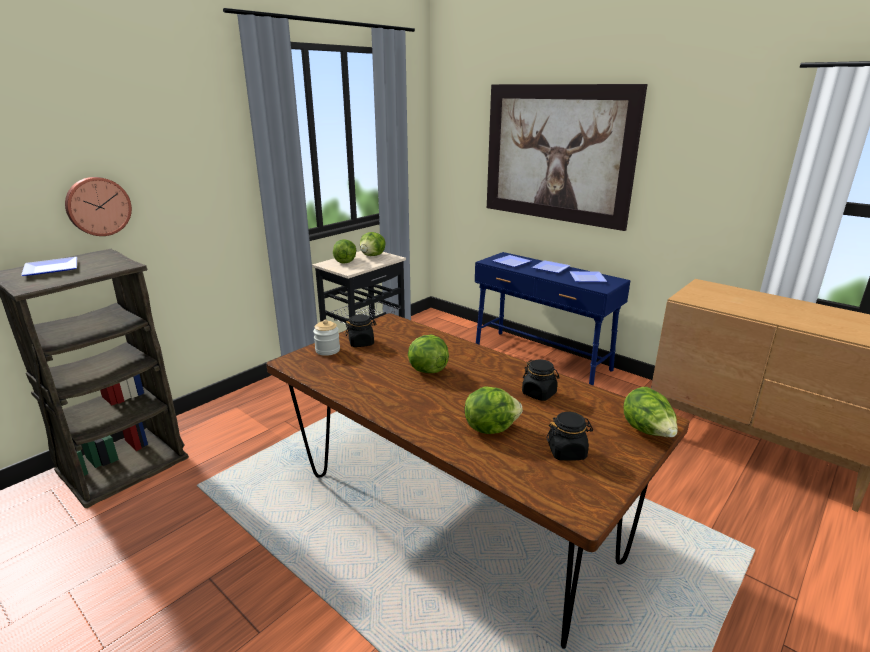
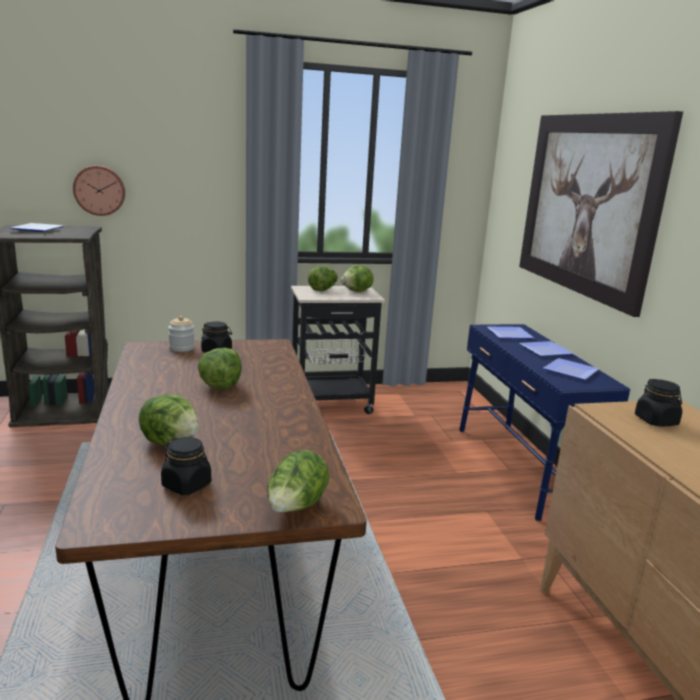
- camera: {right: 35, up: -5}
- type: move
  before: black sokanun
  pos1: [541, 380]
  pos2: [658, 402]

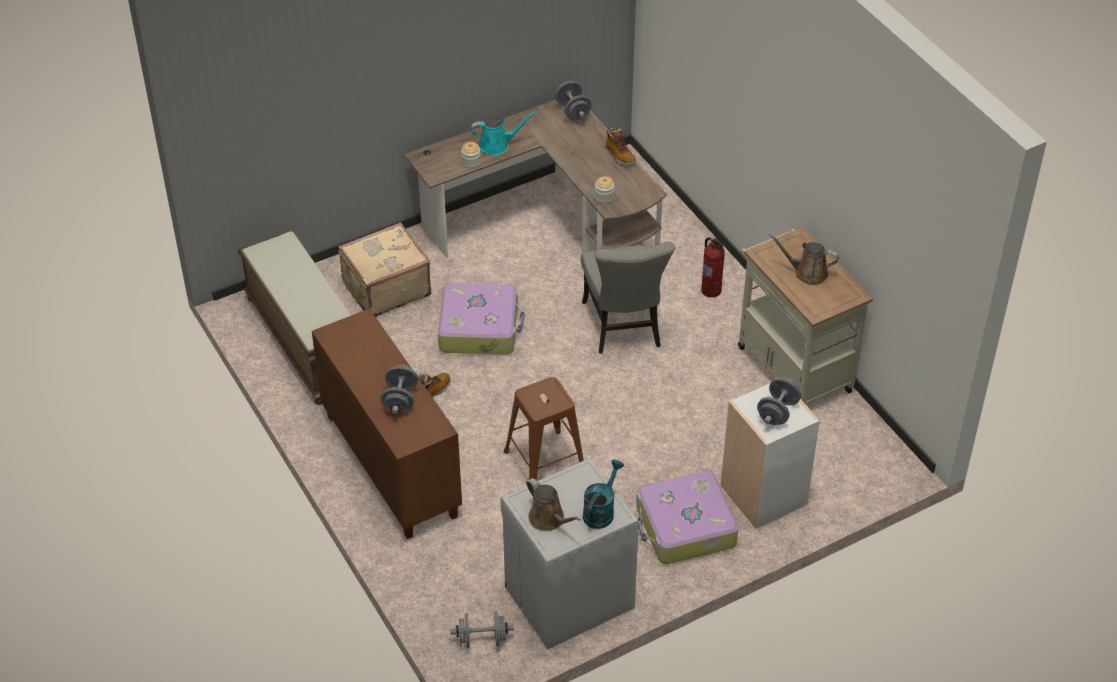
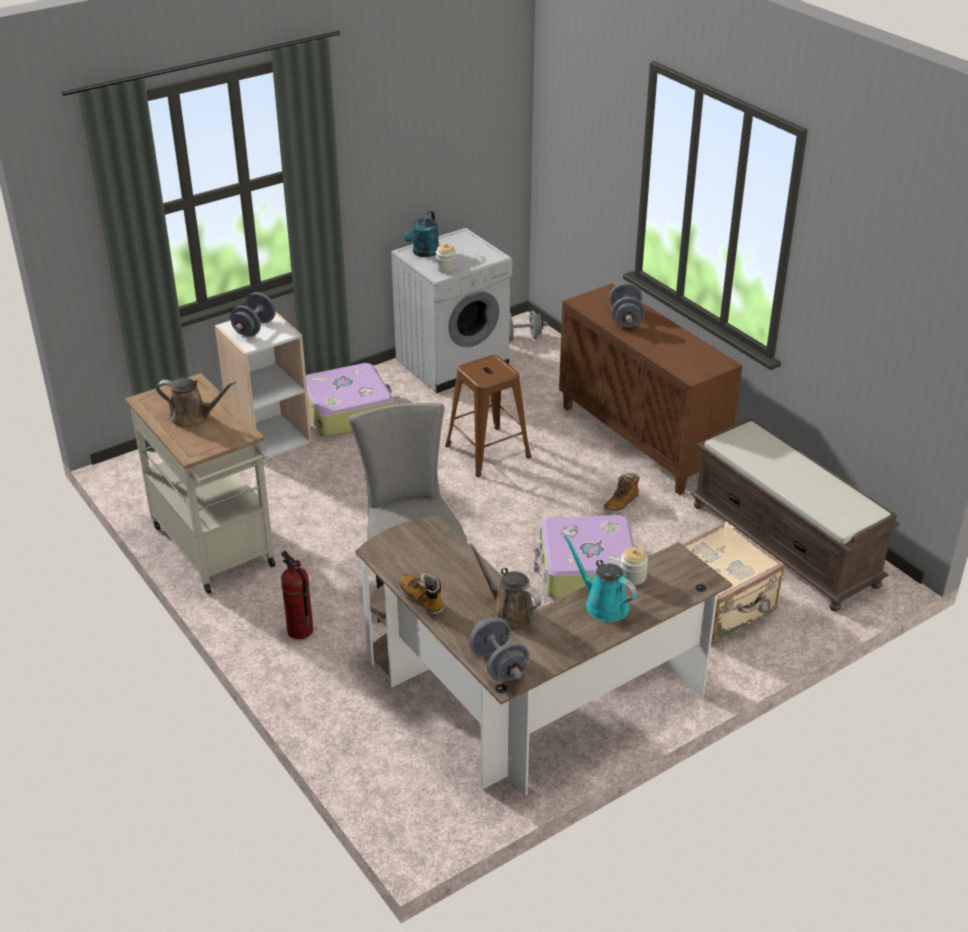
- camera: {right: 175, up: -10}
- type: move
  before: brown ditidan
  pos1: [553, 504]
  pos2: [505, 586]
- type: move
  before: sokanun
  pos1: [604, 190]
  pos2: [446, 258]
- type: rotate
  before: turquoise ditidan
  pos1: [503, 133]
  pos2: [600, 578]
  turn: 60

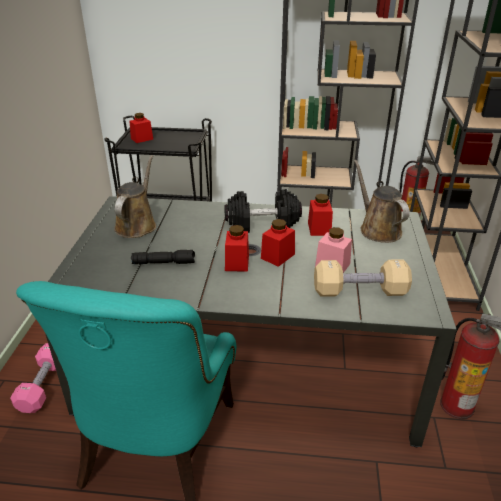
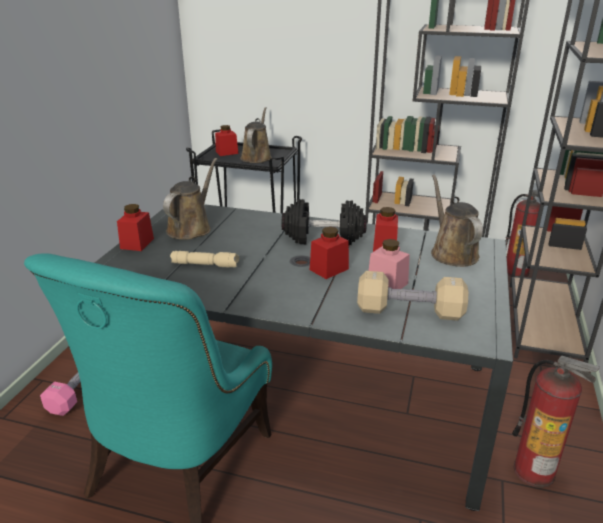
- camera: {right: 10, up: -5}
- type: insert
  after: brown ditidan
  pos2: [256, 135]
- type: move
  before: red sokanun
  pos1: [237, 248]
  pos2: [135, 227]
- type: recolor
  before: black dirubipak
  after: beige dirubipak
  pos1: [163, 257]
  pos2: [204, 259]

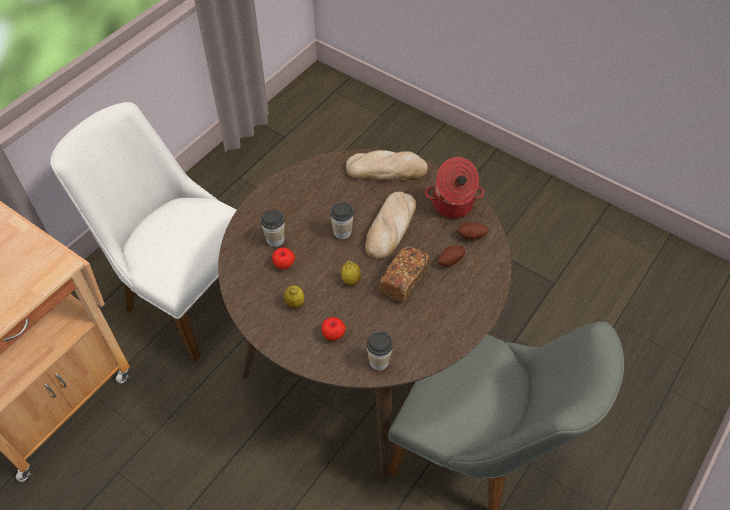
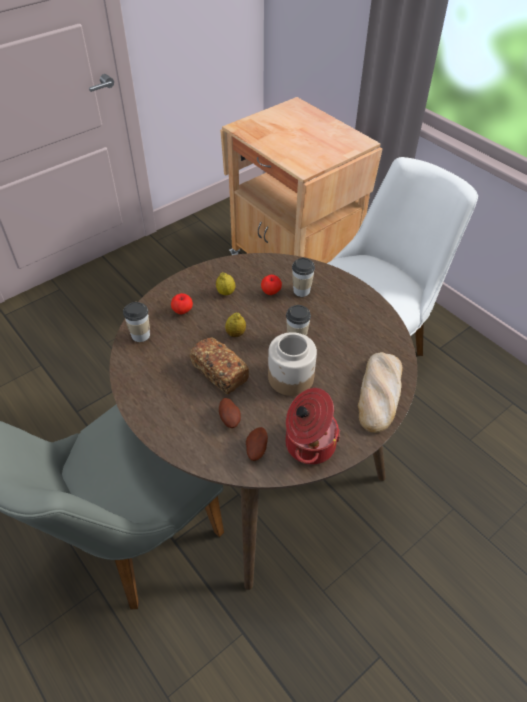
- camera: {right: 105, up: -5}
- type: replace
  before: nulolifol
  after: sokanun
  pos1: [390, 225]
  pos2: [292, 364]

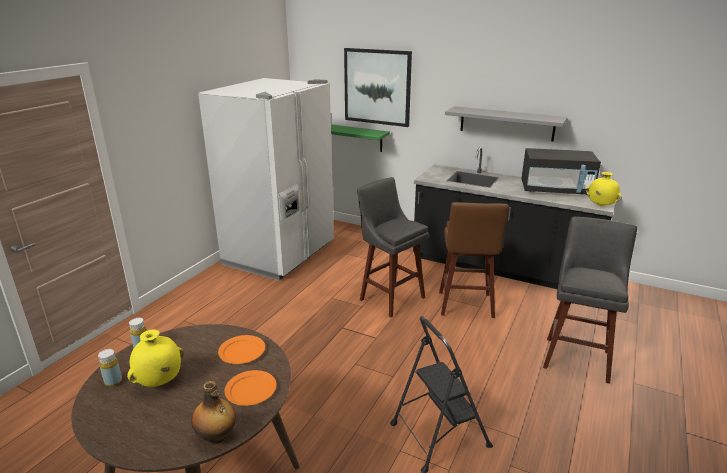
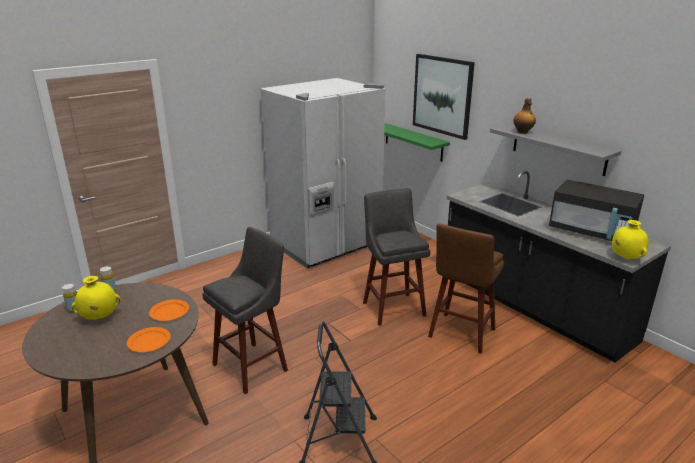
- camera: {right: 25, up: 0}
- type: move
  before: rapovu
  pos1: [213, 412]
  pos2: [524, 116]
- type: move
  before: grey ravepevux
  pos1: [590, 300]
  pos2: [245, 310]

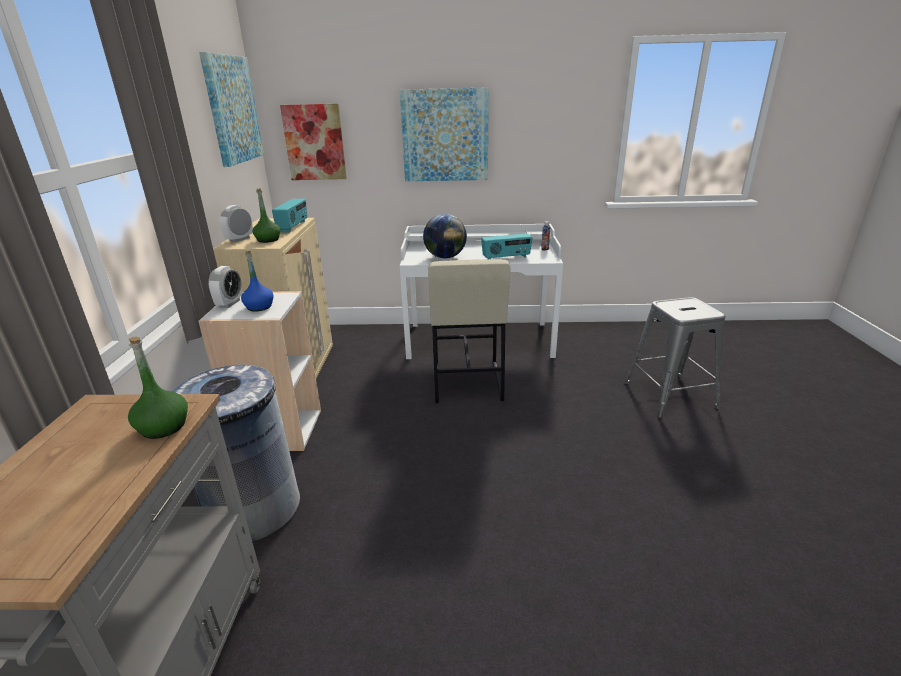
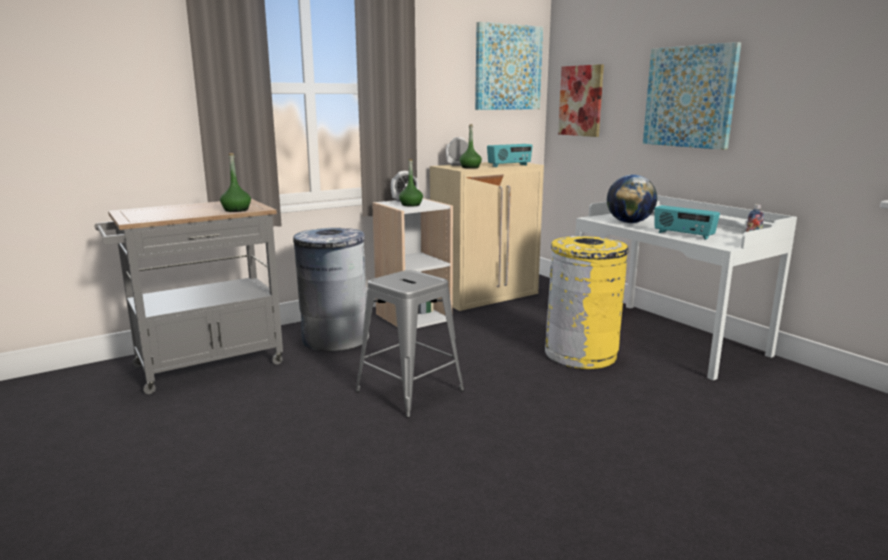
- camera: {right: 55, up: -10}
- type: move
  before: grey ravepevux
  pos1: [675, 357]
  pos2: [410, 344]
- type: replace
  before: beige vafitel
  after: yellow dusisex
  pos1: [469, 331]
  pos2: [586, 302]
- type: recolor
  before: blue rapovu
  after: green rapovu
  pos1: [257, 281]
  pos2: [411, 183]

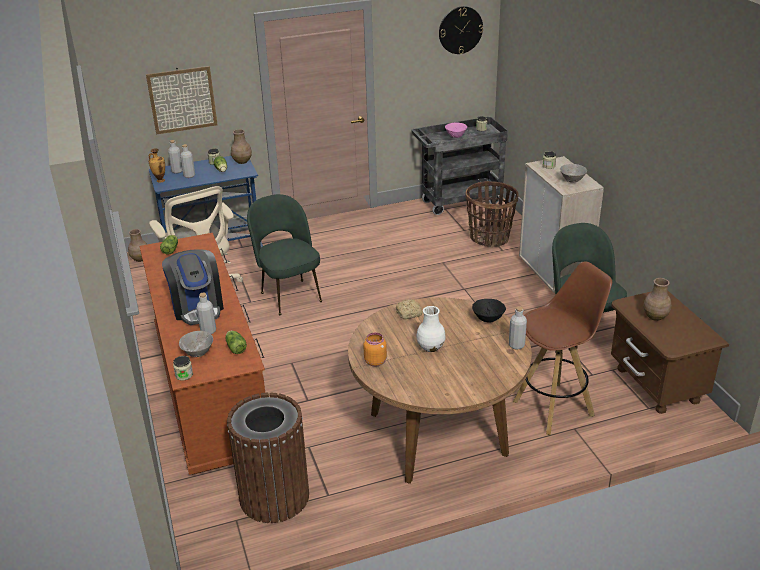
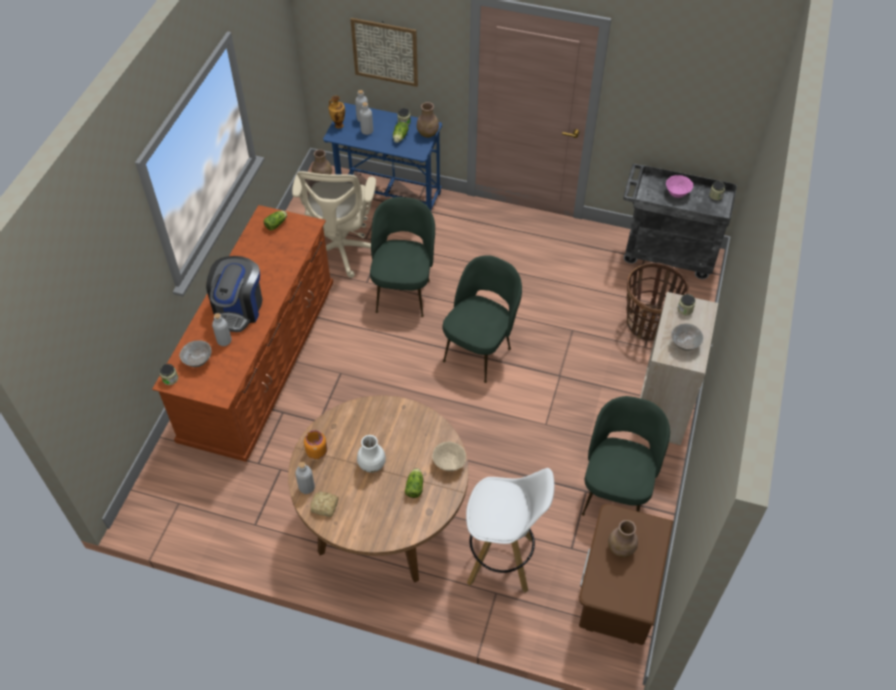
- camera: {right: 35, up: 20}
- type: delete
  before: brown dusisex
  pos1: [268, 457]
- type: delete
  before: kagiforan
  pos1: [461, 30]
- type: insert
  after: green vafitel
  pos2: [482, 319]
- type: move
  before: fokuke
  pos1: [236, 342]
  pos2: [414, 483]
- type: move
  before: nulolifol
  pos1: [409, 309]
  pos2: [324, 504]
- type: move
  before: grey rapovu
  pos1: [518, 328]
  pos2: [305, 478]
- type: recolor
  before: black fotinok
  after: beige fotinok
  pos1: [489, 311]
  pos2: [449, 456]
- type: recolor
  before: brown ravepevux
  after: white ravepevux
  pos1: [562, 348]
  pos2: [510, 530]

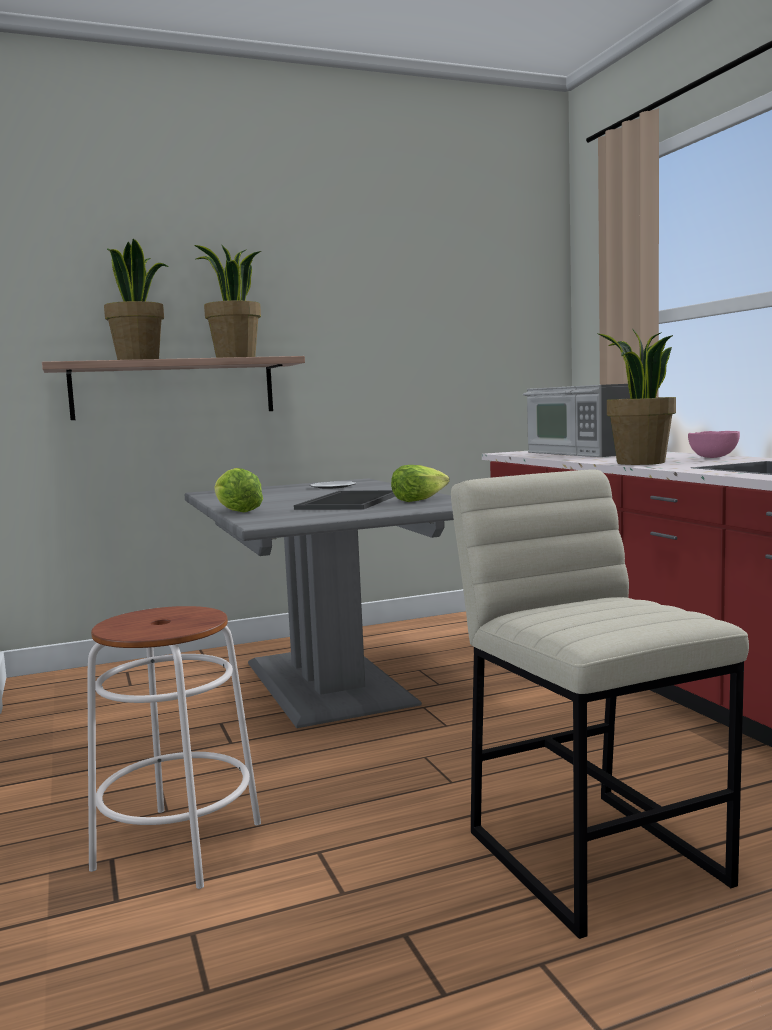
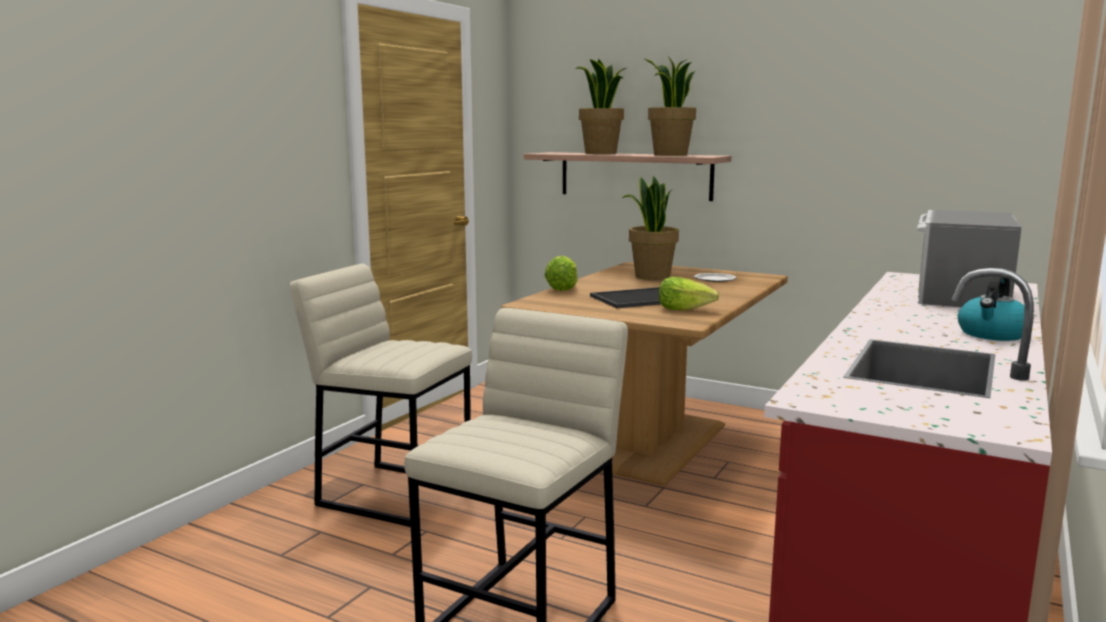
- camera: {right: 50, up: 5}
- type: move
  before: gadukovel
  pos1: [637, 396]
  pos2: [650, 228]
- type: replace
  before: white ravepevux
  after: beige vafitel
  pos1: [174, 747]
  pos2: [381, 395]
- type: replace
  before: pink fotinok
  after: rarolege
  pos1: [714, 444]
  pos2: [991, 308]
- type: recolor
  before: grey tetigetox
  after: brown tetigetox
  pos1: [319, 603]
  pos2: [644, 374]

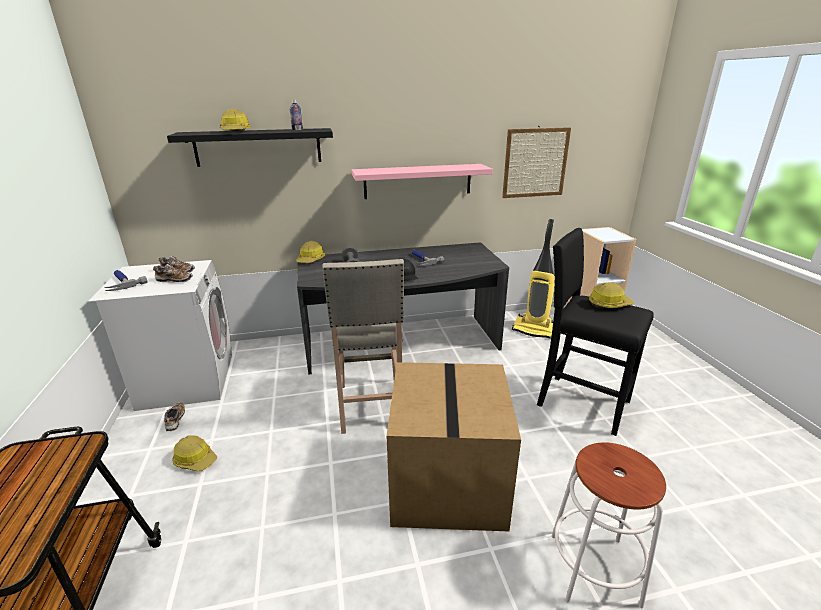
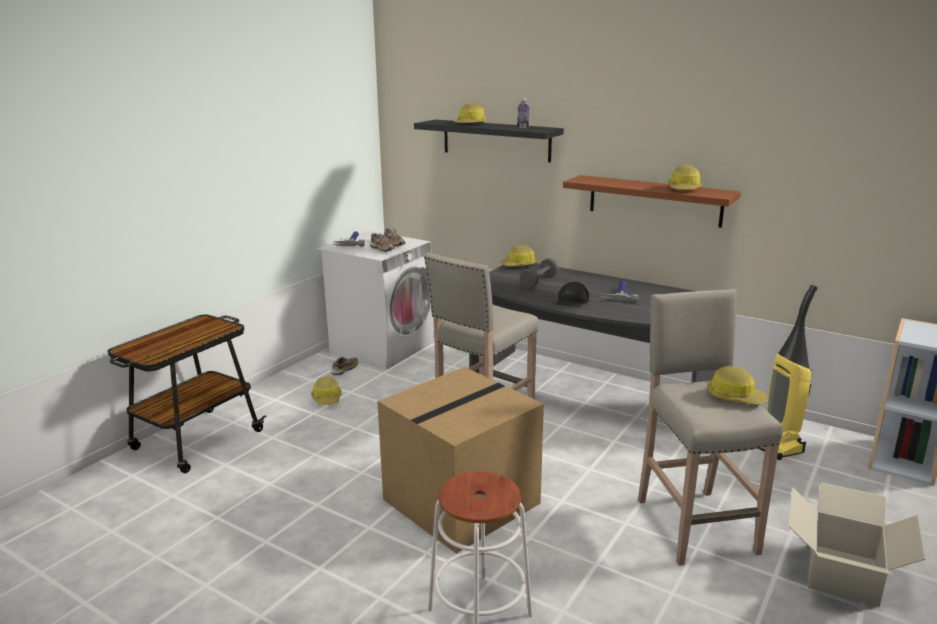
- camera: {right: 45, up: -5}
- type: delete
  before: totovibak
  pos1: [536, 162]
- type: insert
  after: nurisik
  pos2: [685, 177]
- type: insert
  after: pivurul
  pos2: [857, 544]
- type: recolor
  before: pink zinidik
  after: brown zinidik
  pos1: [422, 181]
  pos2: [652, 201]
- type: recolor
  before: black ravepevux
  after: beige ravepevux
  pos1: [595, 332]
  pos2: [710, 427]

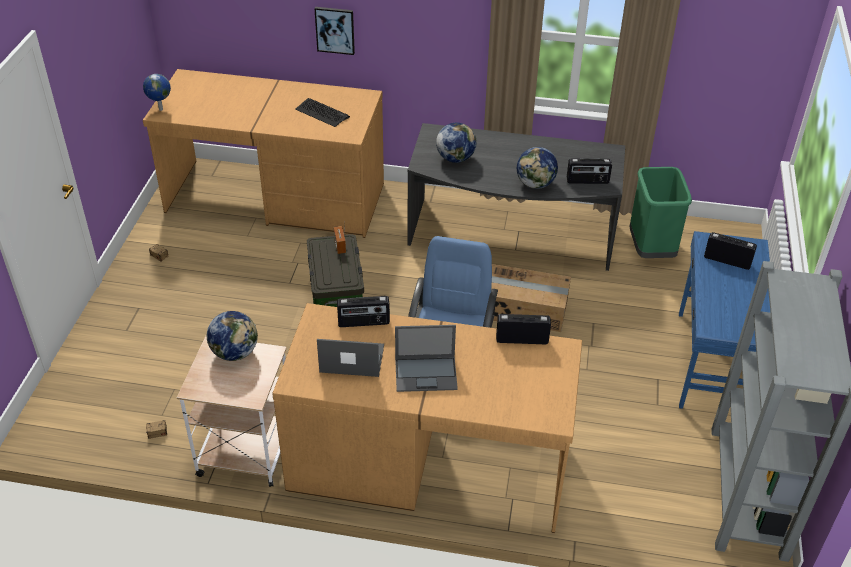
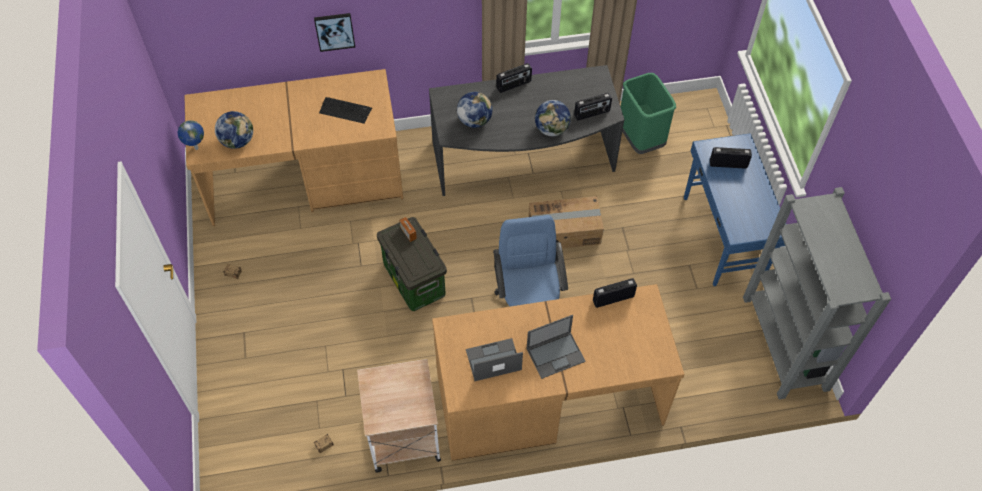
- camera: {right: -20, up: 15}
- type: move
  before: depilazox
  pos1: [232, 336]
  pos2: [234, 130]
- type: move
  before: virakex
  pos1: [363, 311]
  pos2: [514, 78]

